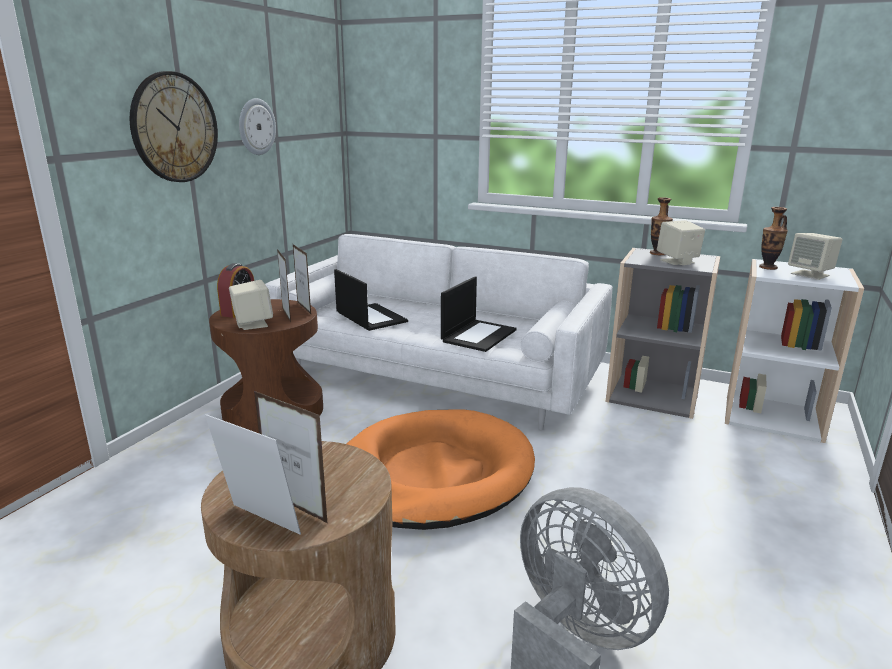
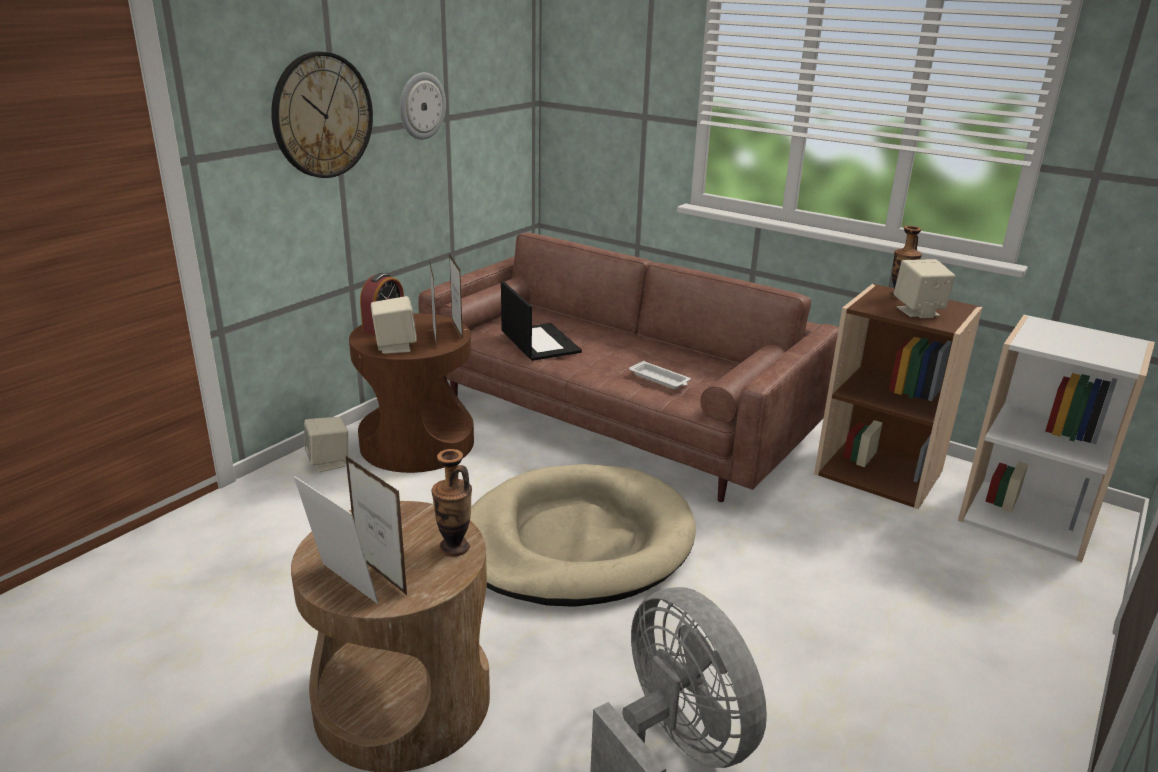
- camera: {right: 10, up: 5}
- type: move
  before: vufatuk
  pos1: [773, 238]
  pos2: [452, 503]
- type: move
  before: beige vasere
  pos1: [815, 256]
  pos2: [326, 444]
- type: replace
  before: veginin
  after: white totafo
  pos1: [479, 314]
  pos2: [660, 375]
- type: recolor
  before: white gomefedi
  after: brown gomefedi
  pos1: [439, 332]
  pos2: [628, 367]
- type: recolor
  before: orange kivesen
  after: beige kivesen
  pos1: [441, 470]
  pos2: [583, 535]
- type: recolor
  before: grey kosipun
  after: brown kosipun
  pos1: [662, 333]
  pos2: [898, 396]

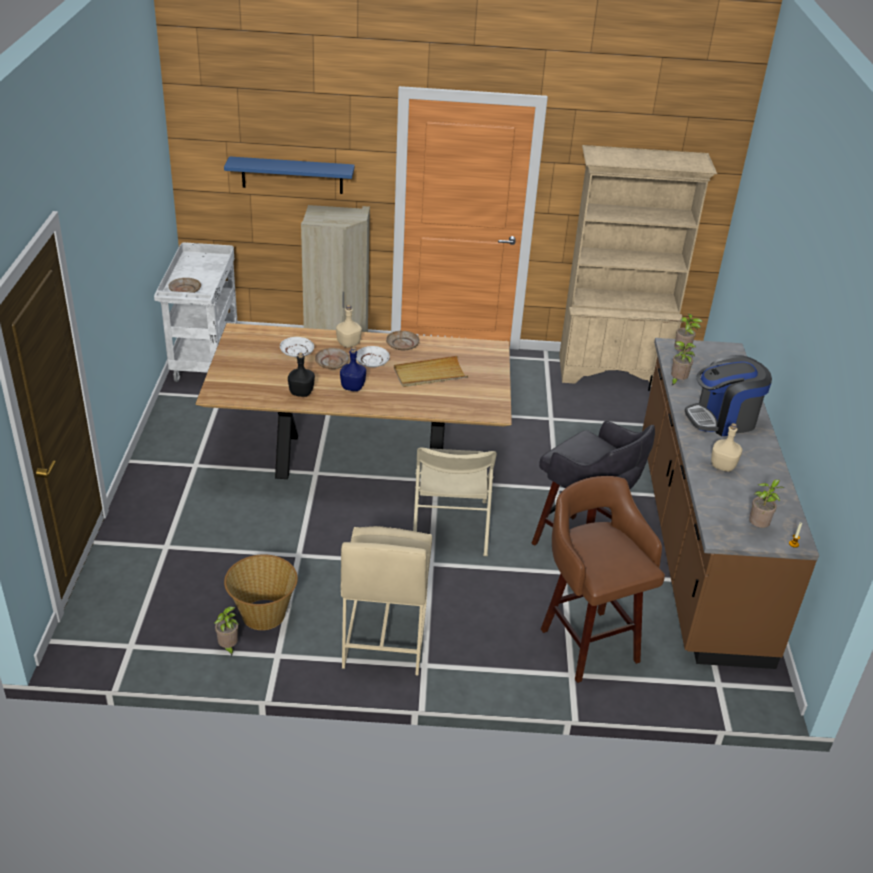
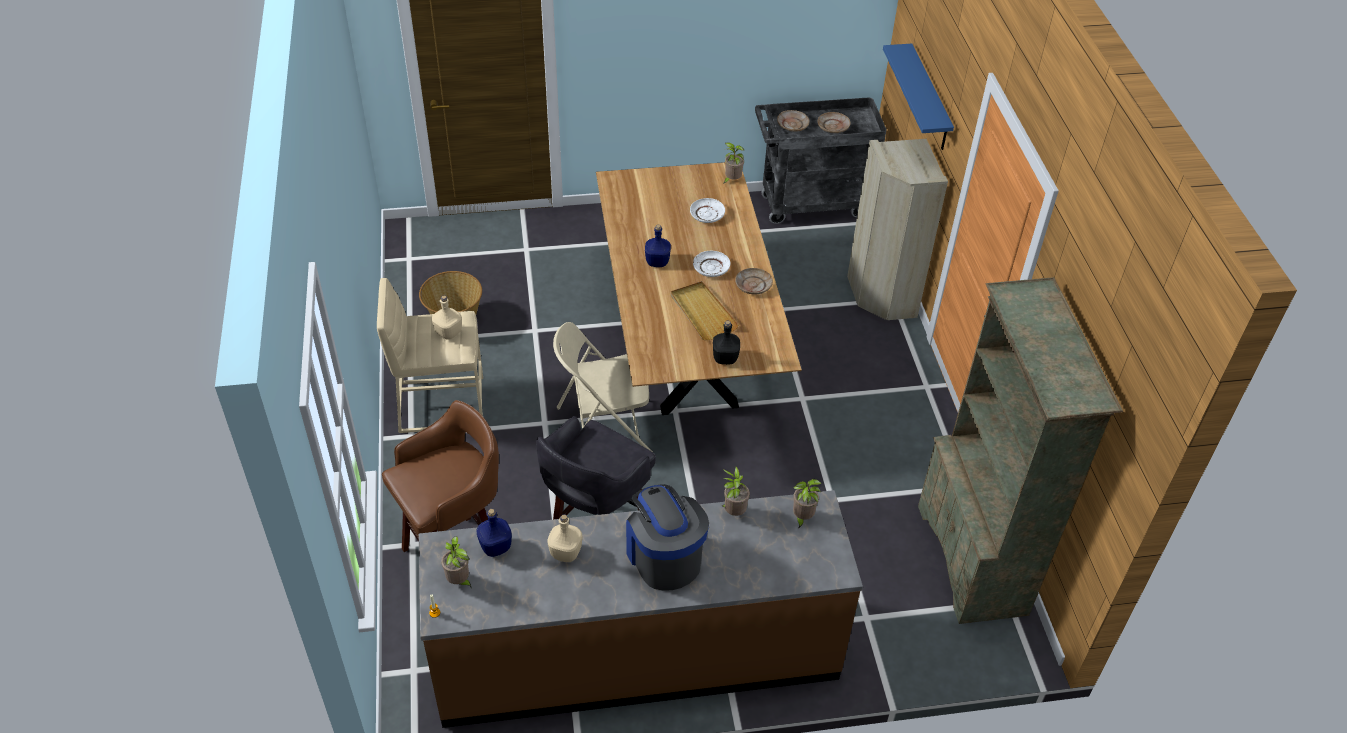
- camera: {right: 80, up: 10}
- type: insert
  after: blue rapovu
  pos2: [494, 533]
- type: move
  before: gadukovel
  pos1: [226, 632]
  pos2: [734, 163]
- type: move
  before: black rapovu
  pos1: [301, 374]
  pos2: [726, 343]
- type: move
  before: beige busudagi
  pos1: [332, 358]
  pos2: [833, 122]
- type: move
  before: beige rapovu
  pos1: [349, 326]
  pos2: [447, 317]
- type: recolor
  before: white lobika
  after: black lobika
  pos1: [196, 312]
  pos2: [820, 161]
- type: recolor
  before: beige kosipun
  after: green kosipun
  pos1: [638, 265]
  pos2: [1020, 450]

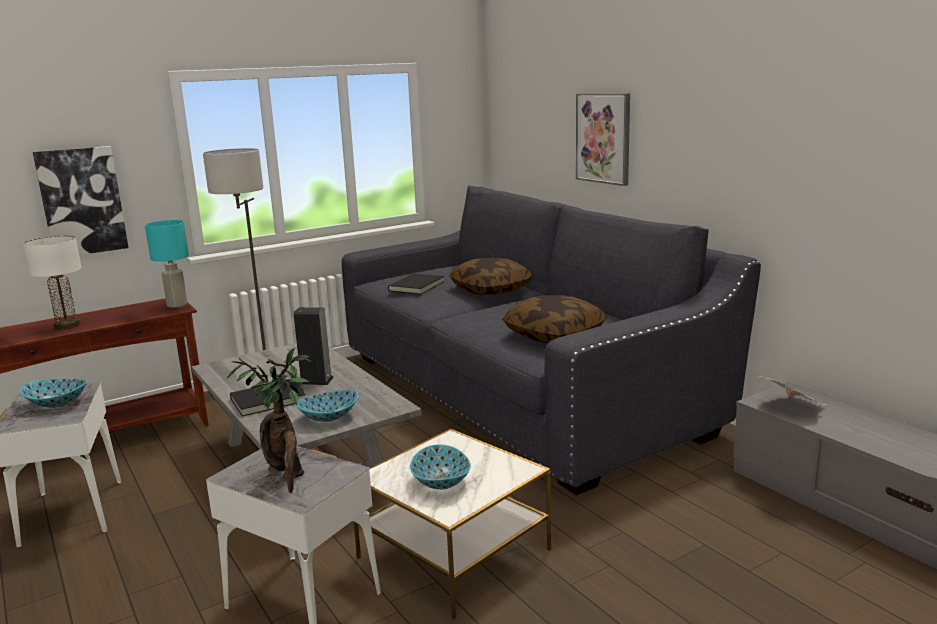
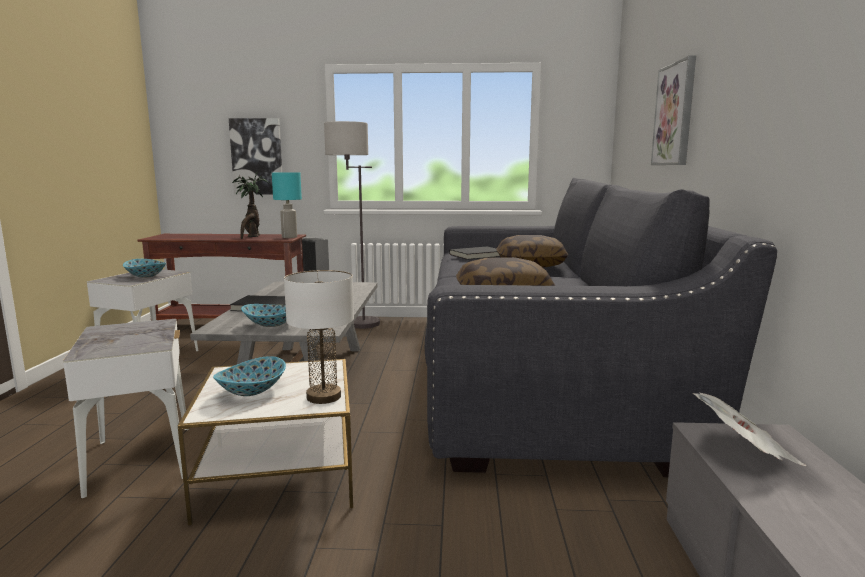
- camera: {right: 35, up: -5}
- type: move
  before: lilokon
  pos1: [52, 282]
  pos2: [319, 337]
- type: move
  before: gadukovel
  pos1: [270, 420]
  pos2: [250, 206]

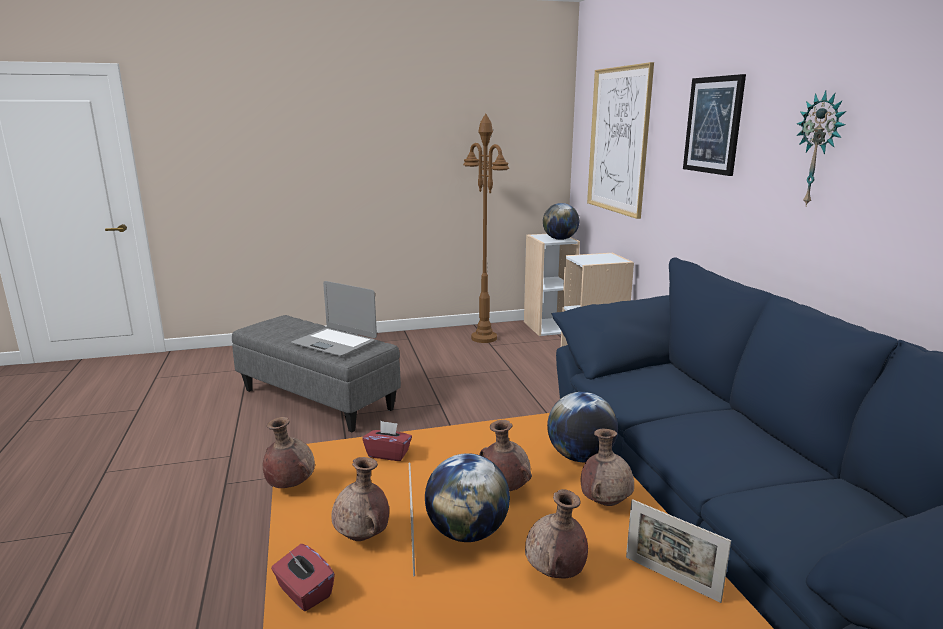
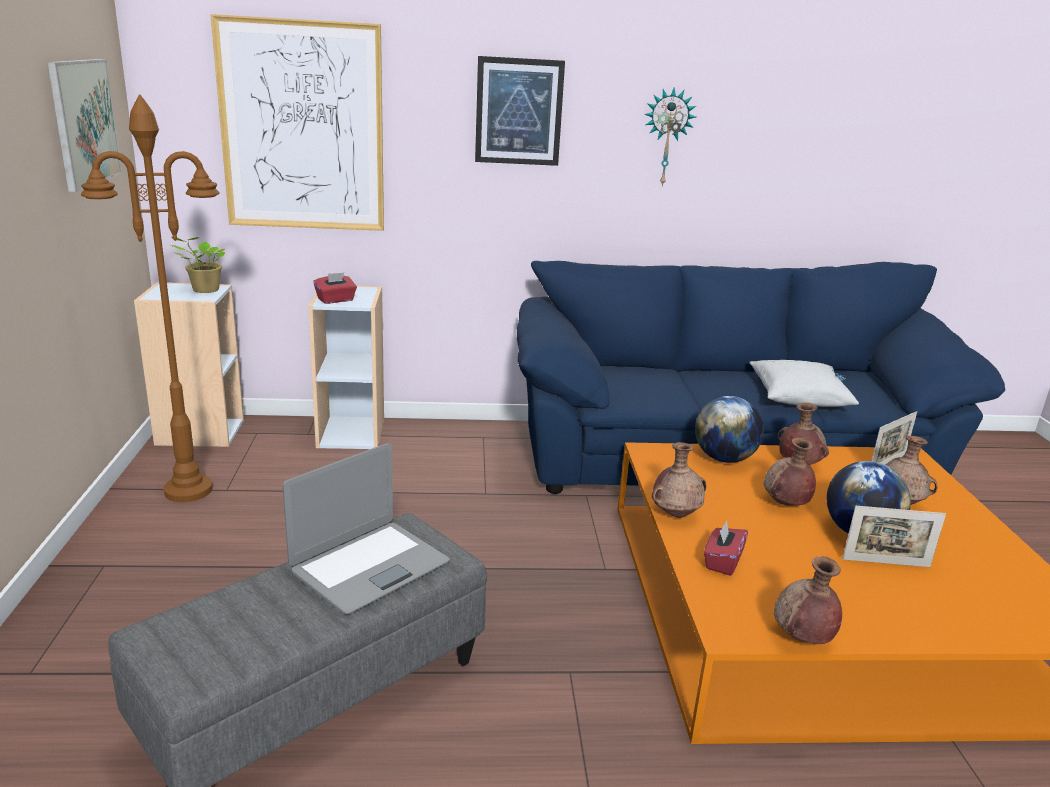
- camera: {right: -80, up: 5}
- type: insert
  after: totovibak
  pos2: [84, 125]
- type: insert
  after: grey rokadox
  pos2: [804, 383]
- type: move
  before: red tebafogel
  pos1: [303, 577]
  pos2: [335, 288]
- type: move
  before: brown vufatuk
  pos1: [360, 499]
  pos2: [679, 480]
- type: replace
  before: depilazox
  after: gadukovel
  pos1: [561, 221]
  pos2: [198, 265]

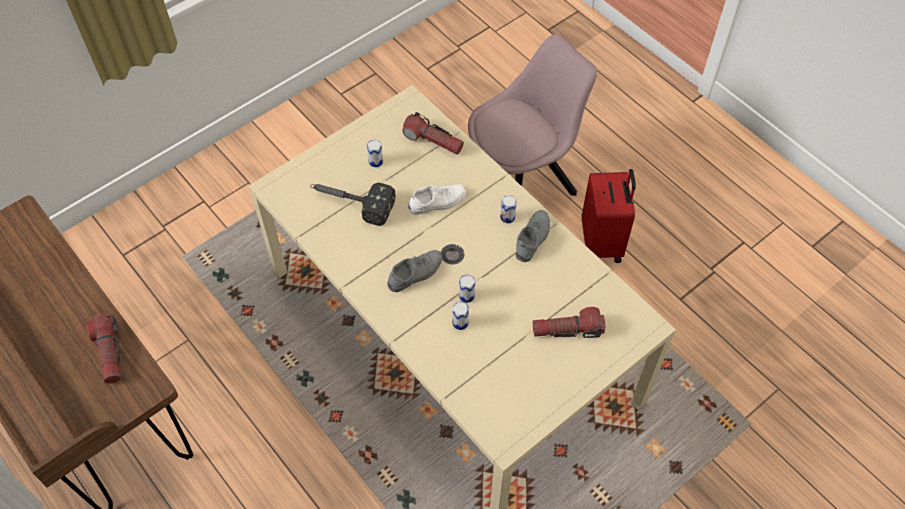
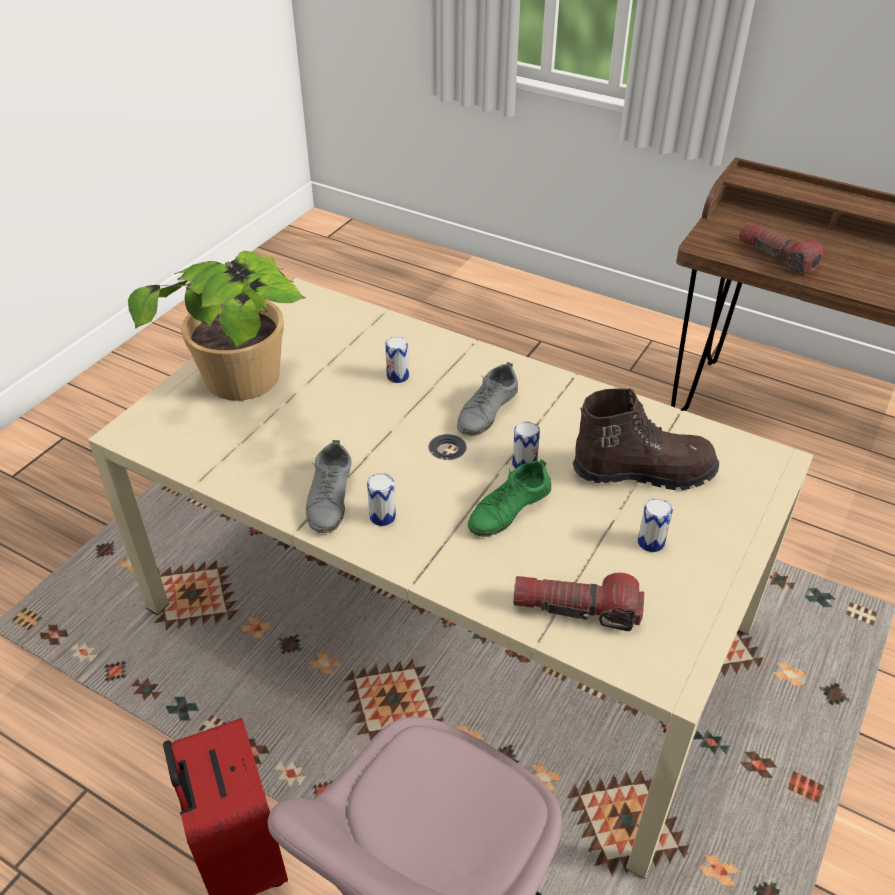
- camera: {right: 160, up: -15}
- type: move
  before: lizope
  pos1: [467, 288]
  pos2: [526, 445]
- type: replace
  before: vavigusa
  after: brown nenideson
  pos1: [353, 204]
  pos2: [646, 439]
- type: replace
  before: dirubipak
  after: gadukovel
  pos1: [569, 322]
  pos2: [217, 326]
- type: recolor
  before: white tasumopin
  after: green tasumopin
  pos1: [437, 199]
  pos2: [509, 498]

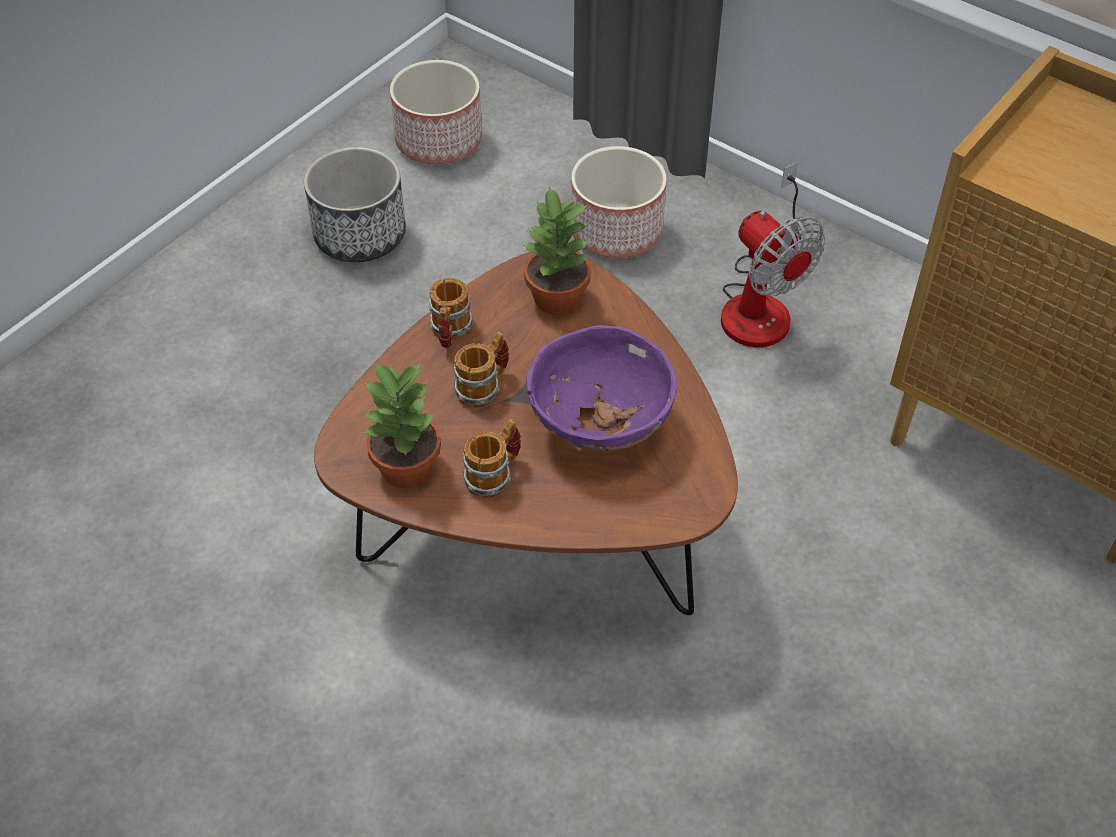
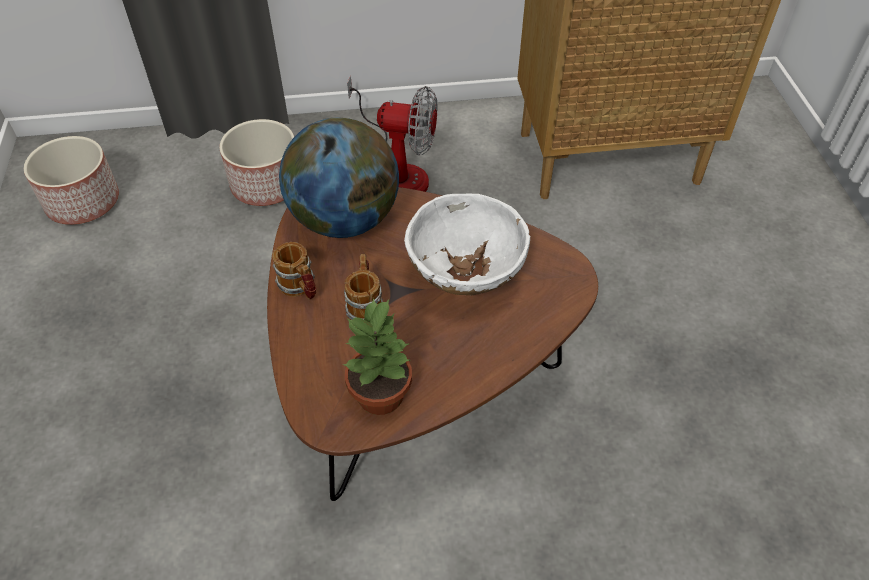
- camera: {right: -45, up: 0}
- type: delete
  before: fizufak
  pos1: [355, 204]
- type: delete
  before: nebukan
  pos1: [492, 458]
- type: replace
  before: gadukovel
  after: depilazox
  pos1: [556, 250]
  pos2: [339, 178]
- type: recolor
  before: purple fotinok
  after: white fotinok
  pos1: [601, 388]
  pos2: [467, 244]

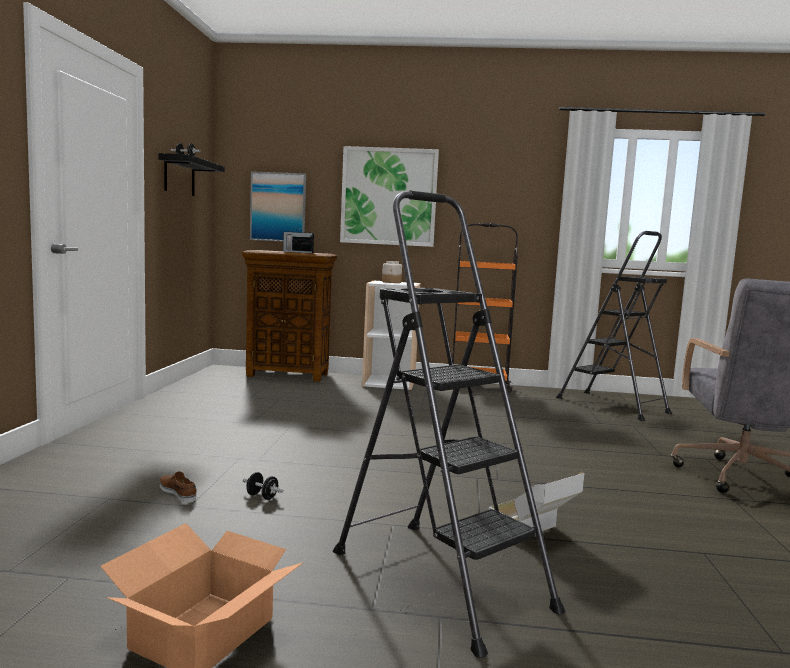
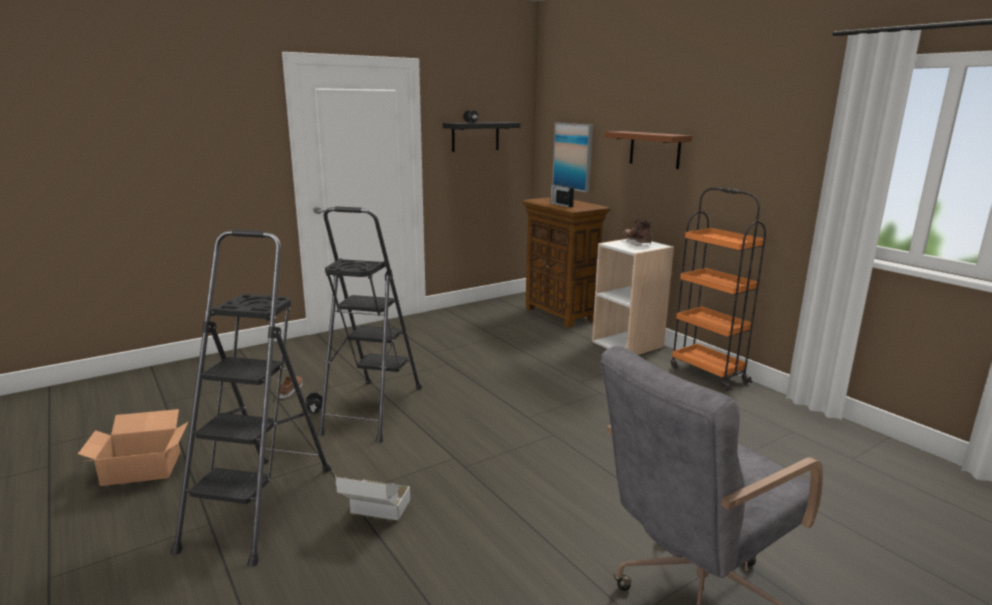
- camera: {right: 50, up: 10}
- type: move
  before: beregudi
  pos1: [614, 326]
  pos2: [369, 324]
- type: replace
  before: totovibak
  after: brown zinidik
  pos1: [389, 196]
  pos2: [648, 150]
- type: replace
  before: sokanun
  after: brown nenideson
  pos1: [392, 272]
  pos2: [637, 232]

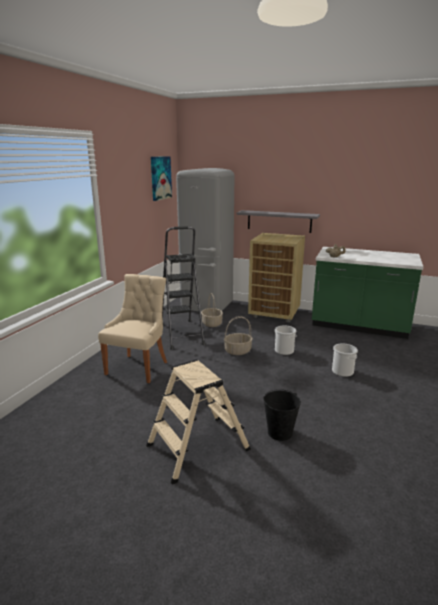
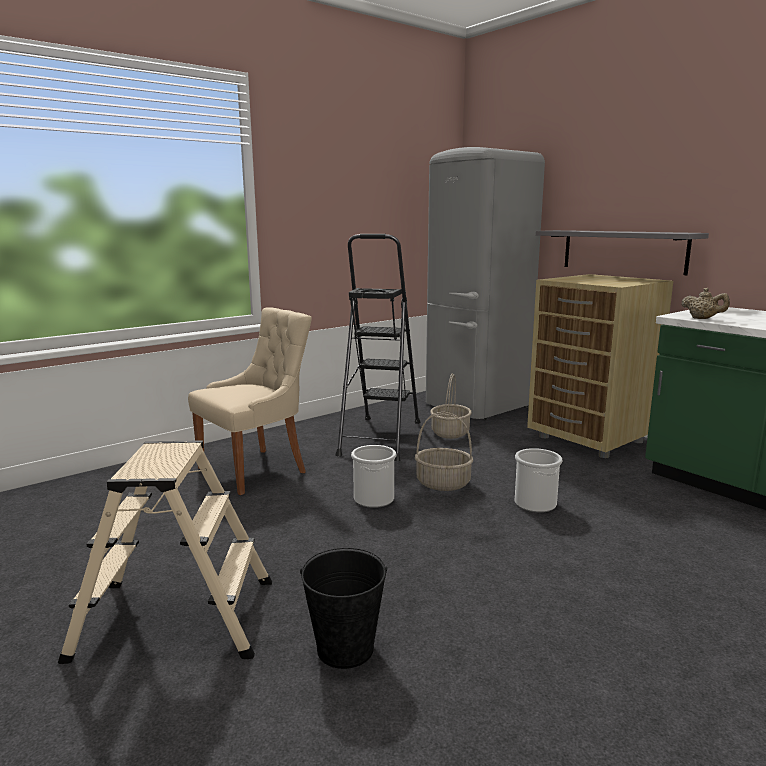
- camera: {right: 30, up: -5}
- type: delete
  before: totovibak
  pos1: [161, 178]
- type: move
  before: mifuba
  pos1: [345, 360]
  pos2: [373, 476]

